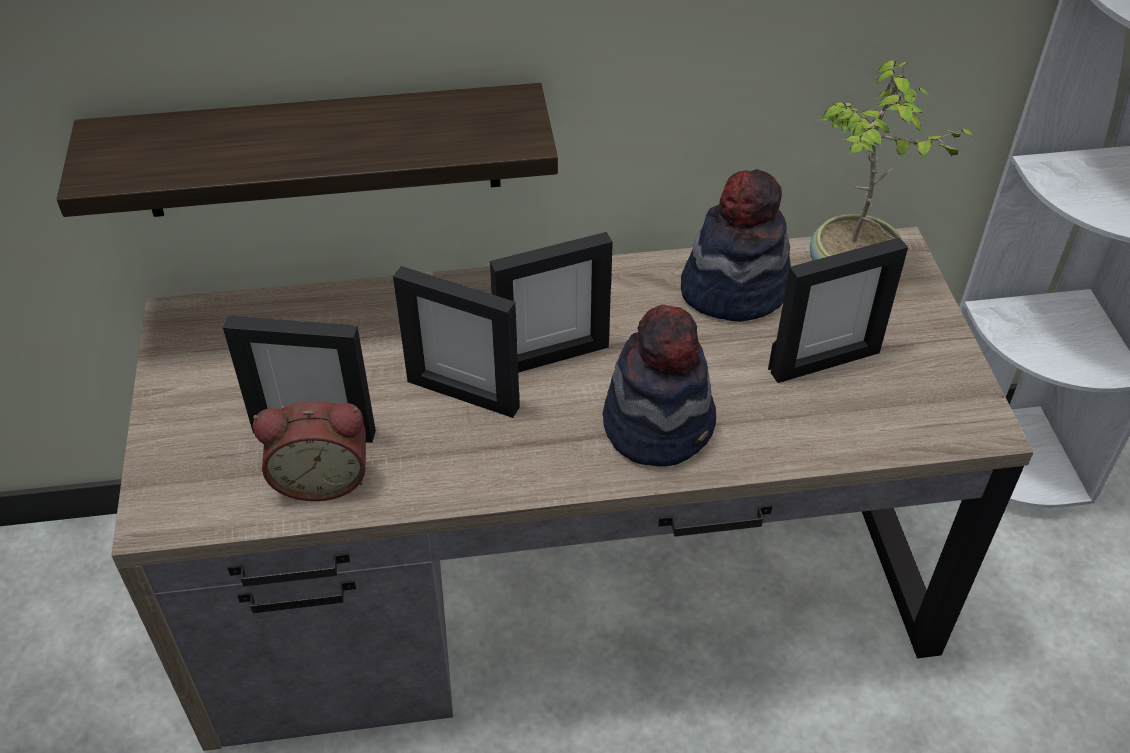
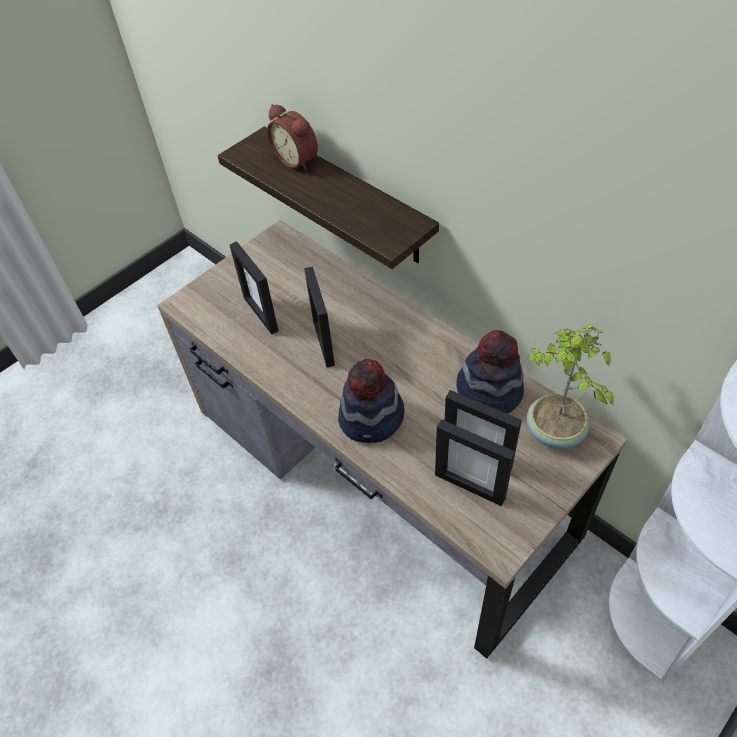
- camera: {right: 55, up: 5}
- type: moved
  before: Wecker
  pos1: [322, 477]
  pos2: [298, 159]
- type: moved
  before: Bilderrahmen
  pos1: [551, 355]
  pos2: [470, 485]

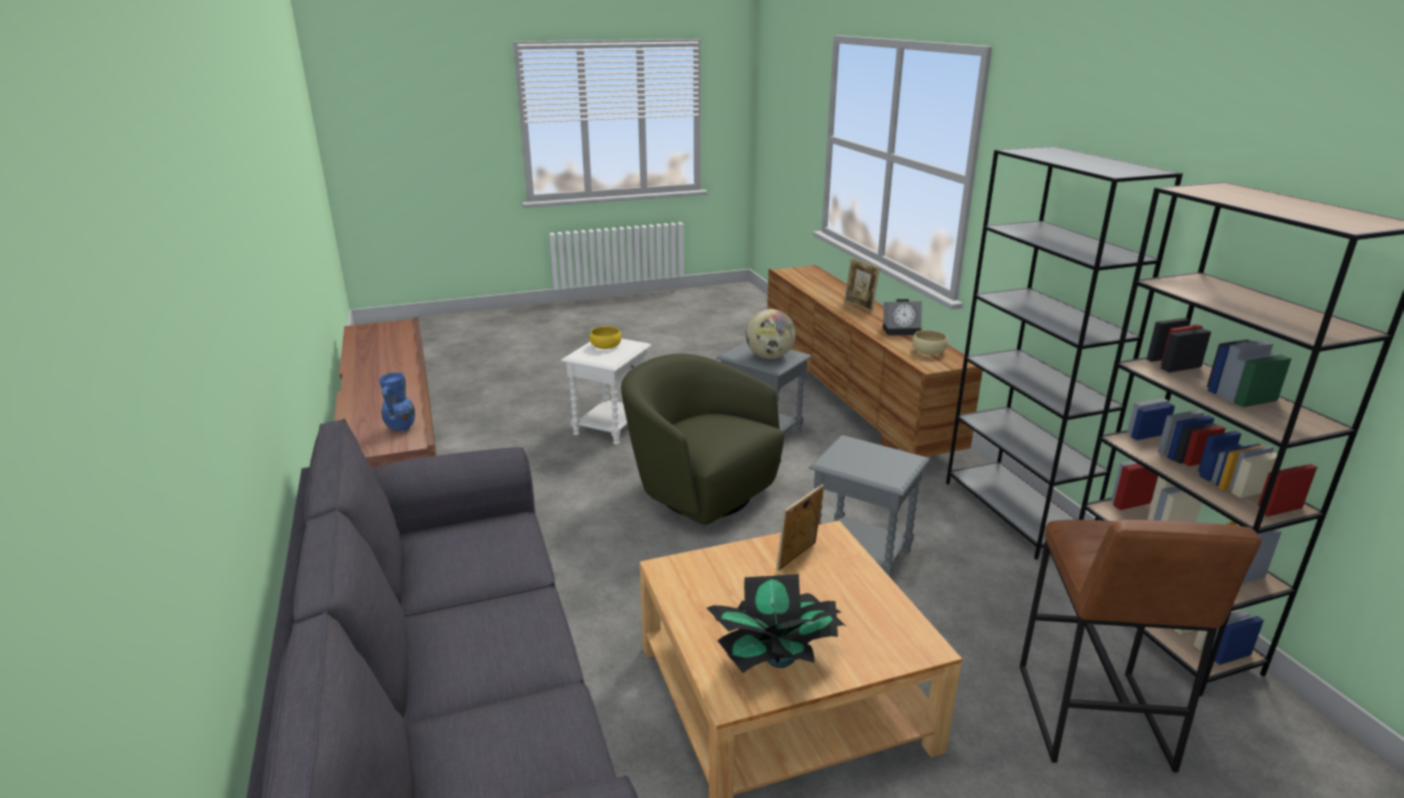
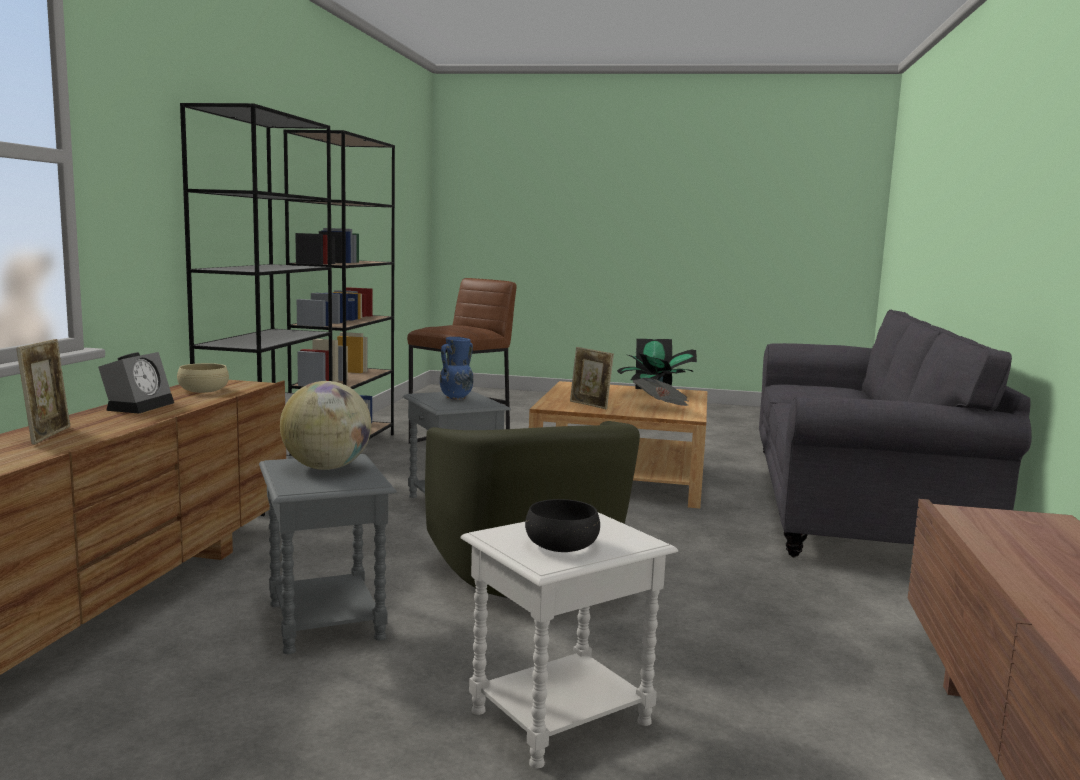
- camera: {right: -150, up: -15}
- type: turned
  before: Wecker
  pos1: [902, 330]
  pos2: [139, 406]
  turn: 75
- type: moved
  before: Vase (blau)
  pos1: [400, 429]
  pos2: [456, 398]
- type: recoloured
  before: Schüssel (gelb)
  after: Schüssel (schwarz)
  pos1: [606, 346]
  pos2: [561, 545]
- type: turned
  before: Bilderrahmen
  pos1: [798, 558]
  pos2: [590, 405]
  turn: 60
- type: added
  after: Zeitung
  pos2: [662, 408]

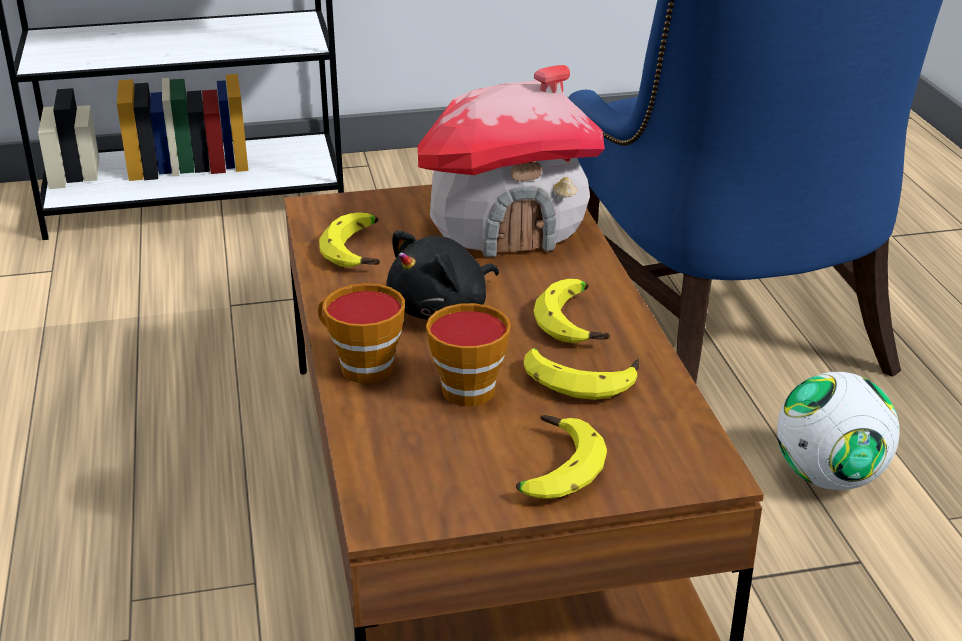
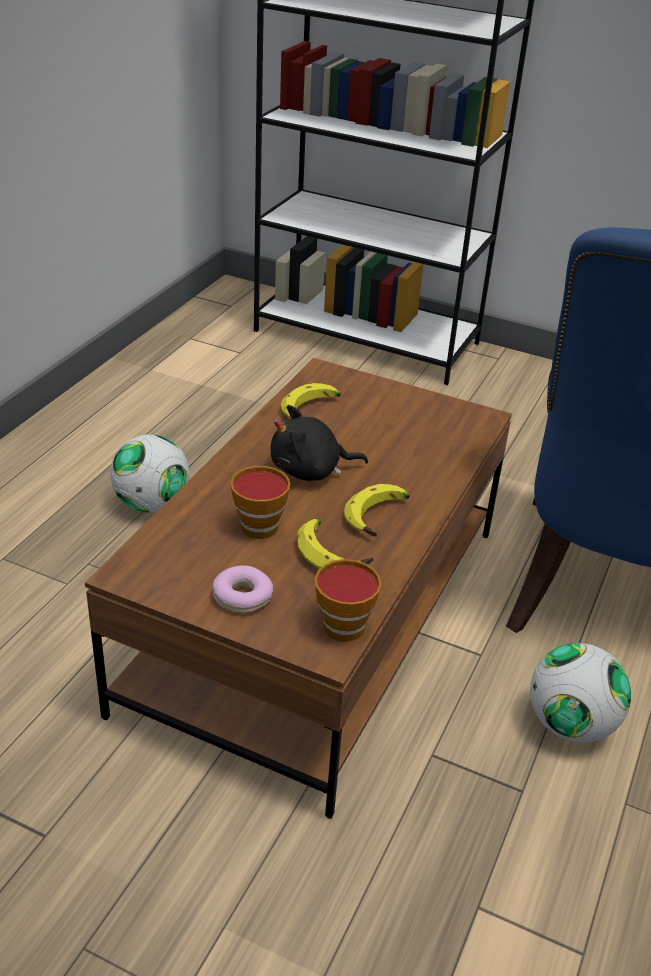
- camera: {right: 35, up: 5}
- type: added
  after: Fußball
  pos2: [152, 504]
- type: replaced
  before: Banane
  after: Donut
  pos1: [551, 468]
  pos2: [242, 597]
- type: moved
  before: Tasse
  pos1: [360, 367]
  pos2: [340, 622]
- type: removed
  before: Spielzeughaus
  pos1: [508, 225]

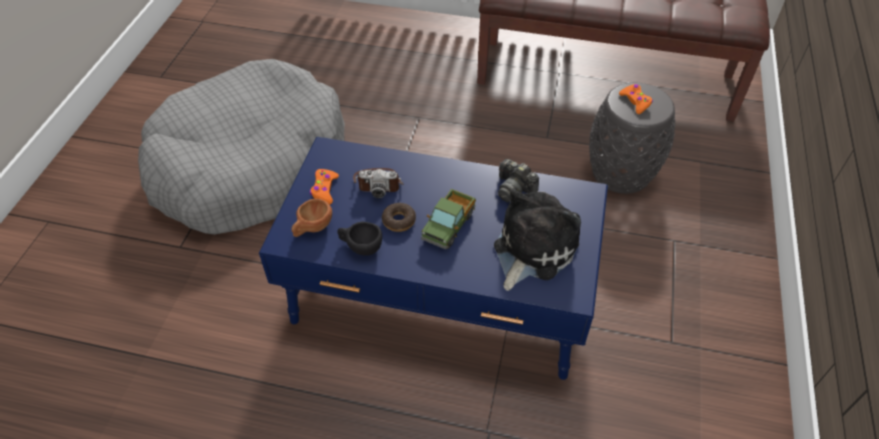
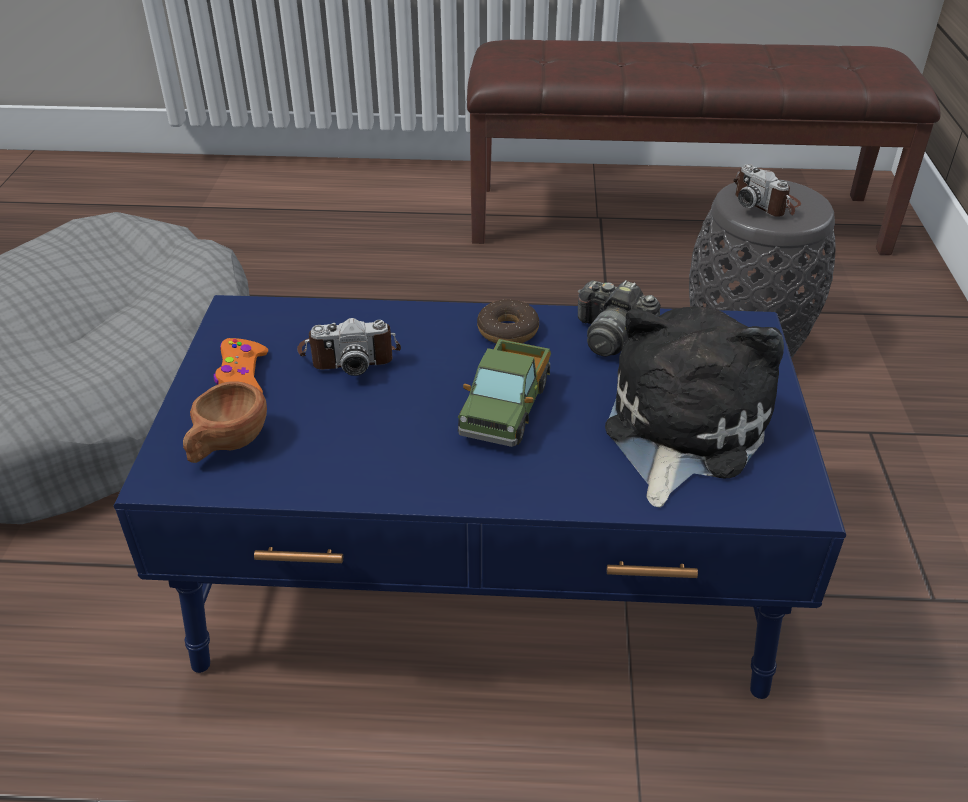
- camera: {right: -10, up: -10}
- type: moved
  before: Donut
  pos1: [399, 221]
  pos2: [508, 331]
- type: replaced
  before: Gamepad (orange)
  after: Kamera
  pos1: [635, 102]
  pos2: [766, 202]
- type: removed
  before: Tasse (schwarz)
  pos1: [360, 247]

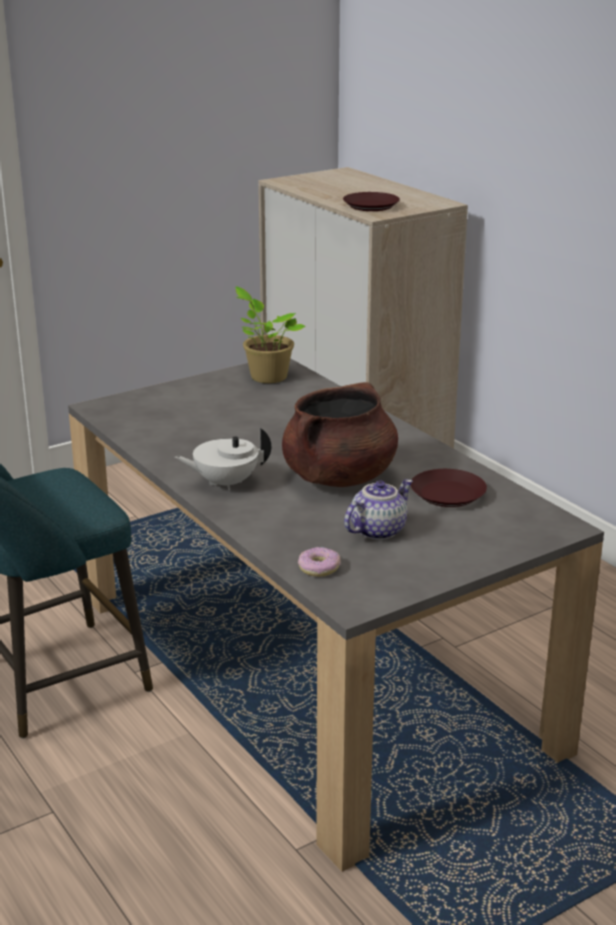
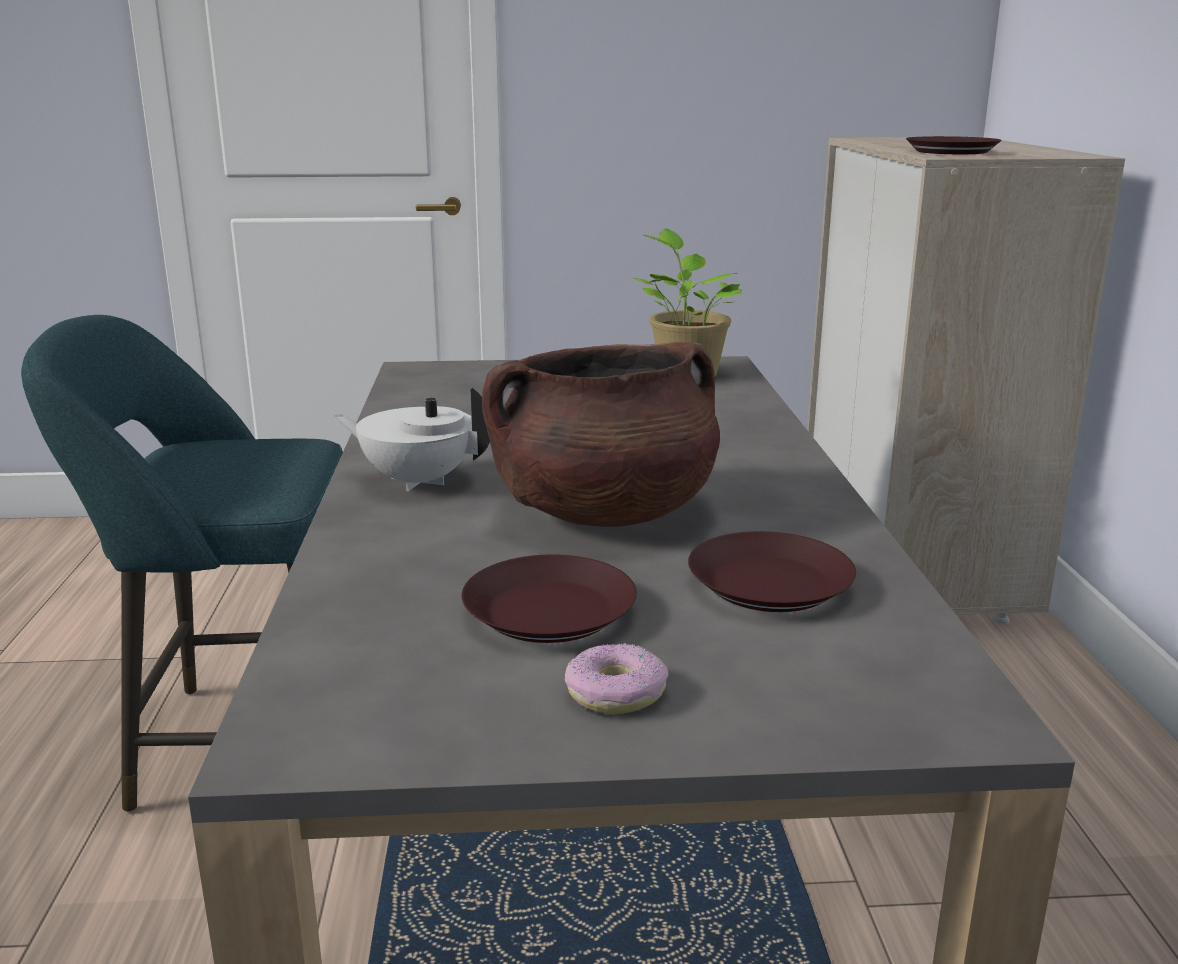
- camera: {right: 30, up: -5}
- type: replaced
  before: Teekanne
  after: Teller (braun)
  pos1: [377, 530]
  pos2: [547, 612]
- type: moved
  before: Donut
  pos1: [318, 568]
  pos2: [615, 692]

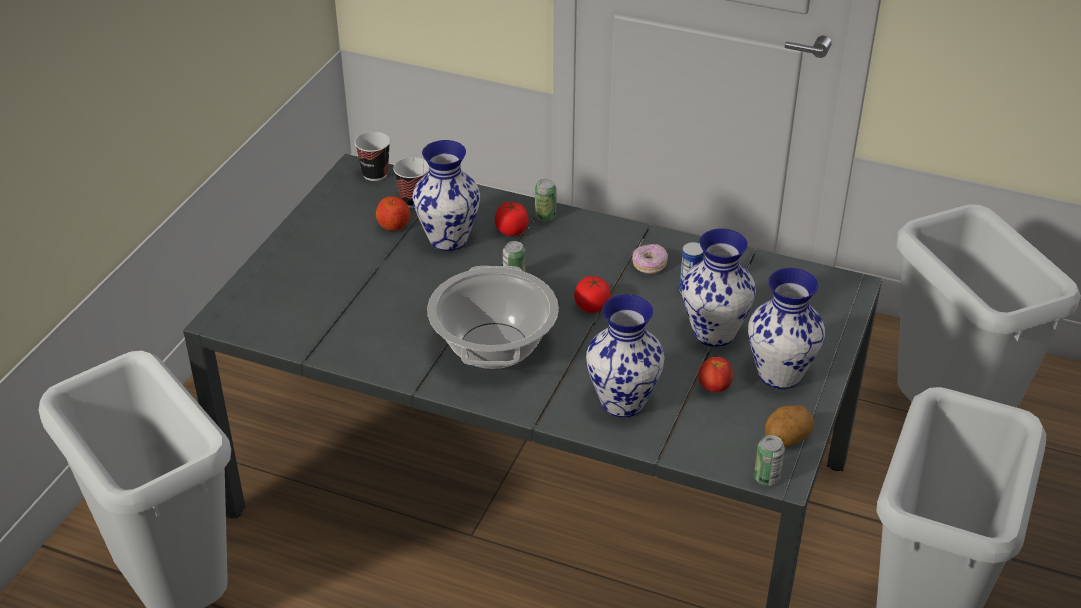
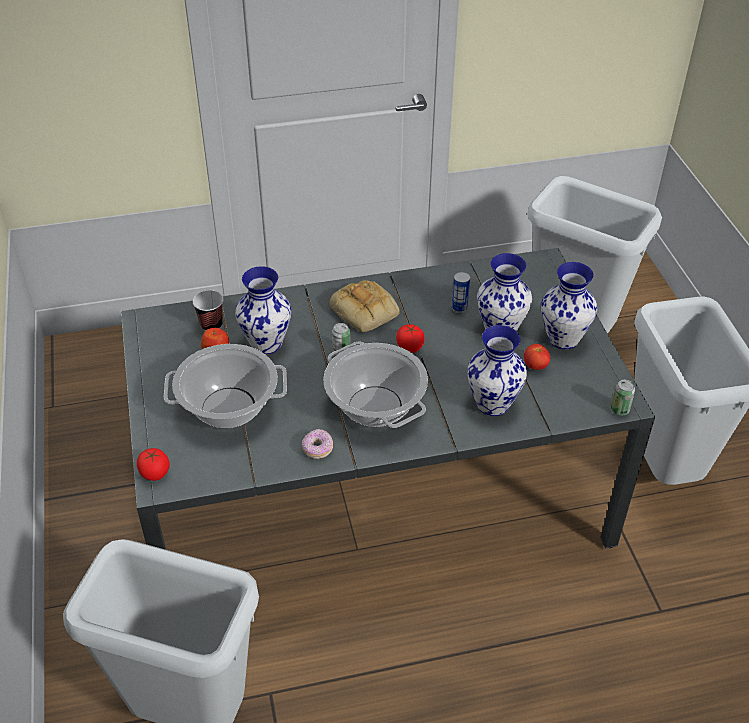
- camera: {right: -35, up: 5}
- type: moved
  before: Tomate
  pos1: [511, 230]
  pos2: [155, 473]
- type: added
  after: Kochtopf
  pos2: [229, 407]
- type: moved
  before: Donut
  pos1: [649, 265]
  pos2: [317, 449]
- type: added
  after: Brot
  pos2: [366, 311]
- type: removed
  before: Tasse
  pos1: [375, 174]
- type: removed
  before: Dose
  pos1: [545, 216]
- type: removed
  before: Kartoffel
  pos1: [786, 439]

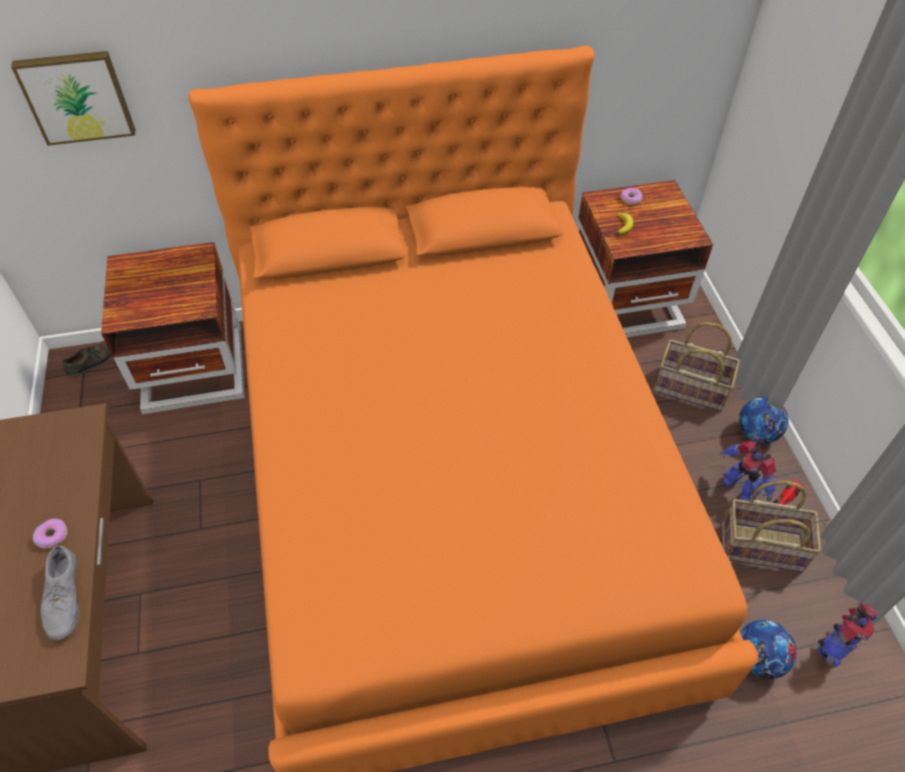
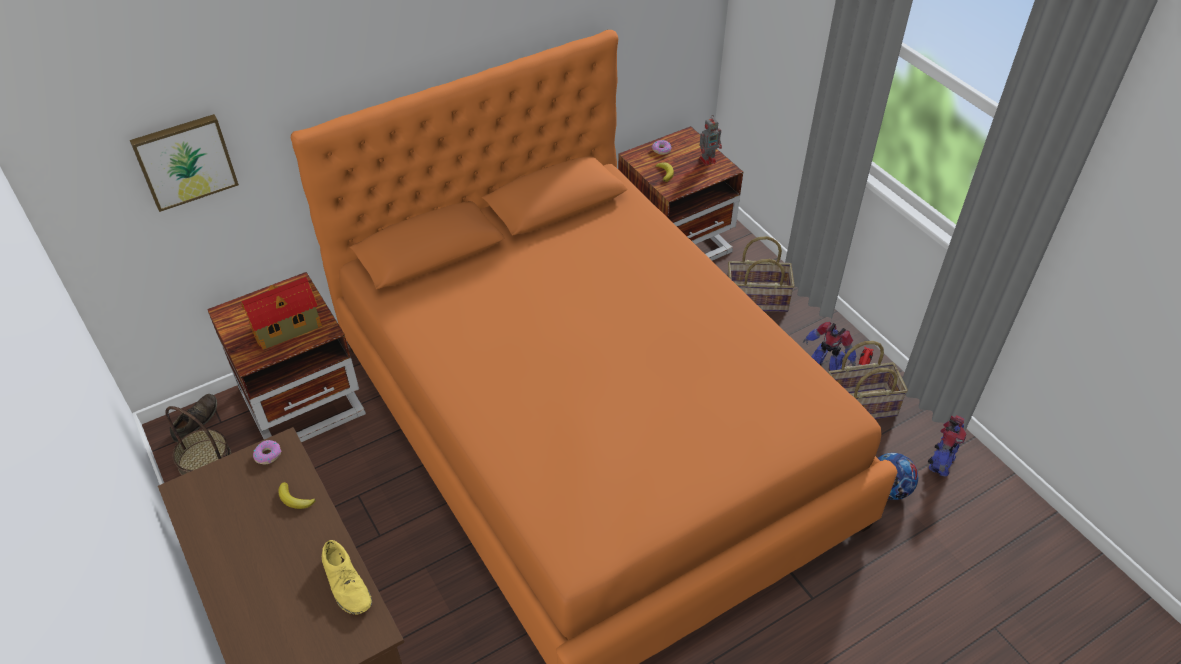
- camera: {right: -20, up: -5}
- type: added
  after: Korb
  pos2: [205, 460]
- type: added
  after: Spielzeughaus
  pos2: [289, 328]
- type: moved
  before: Donut
  pos1: [52, 536]
  pos2: [267, 455]
- type: added
  after: Banane
  pos2: [295, 499]
- type: recoloured
  before: Schuh (grau)
  after: Schuh (gelb)
  pos1: [64, 598]
  pos2: [347, 583]
- type: added
  after: Spielzeugroboter
  pos2: [708, 160]
- type: removed
  before: Fußball
  pos1: [756, 433]

